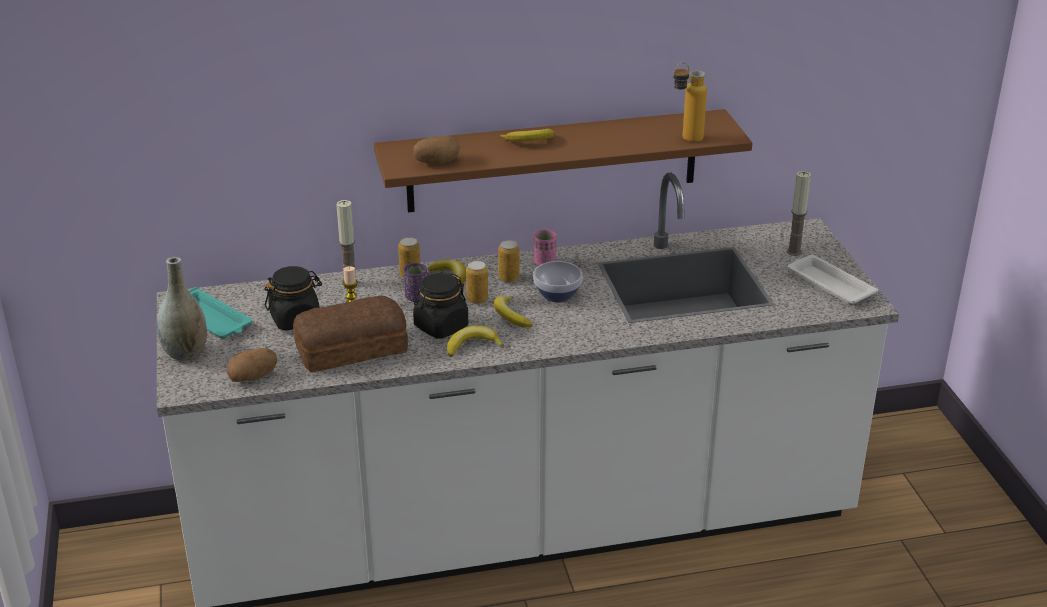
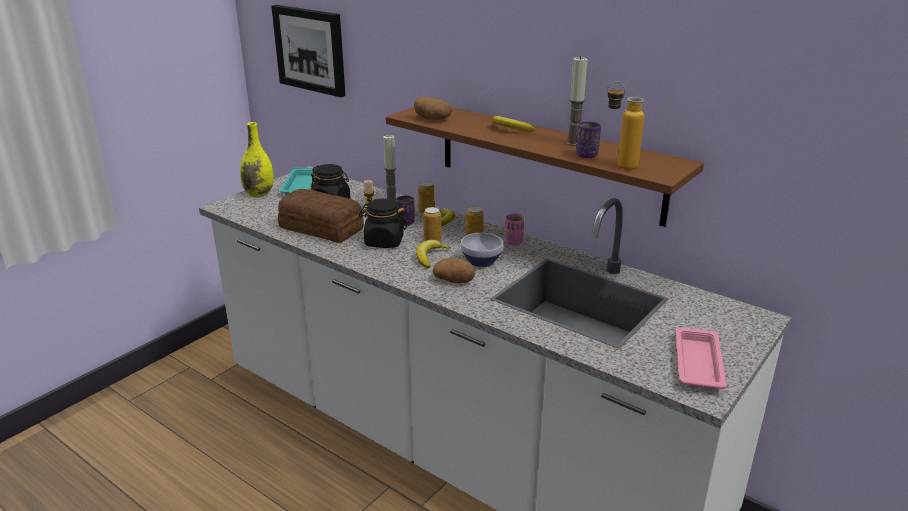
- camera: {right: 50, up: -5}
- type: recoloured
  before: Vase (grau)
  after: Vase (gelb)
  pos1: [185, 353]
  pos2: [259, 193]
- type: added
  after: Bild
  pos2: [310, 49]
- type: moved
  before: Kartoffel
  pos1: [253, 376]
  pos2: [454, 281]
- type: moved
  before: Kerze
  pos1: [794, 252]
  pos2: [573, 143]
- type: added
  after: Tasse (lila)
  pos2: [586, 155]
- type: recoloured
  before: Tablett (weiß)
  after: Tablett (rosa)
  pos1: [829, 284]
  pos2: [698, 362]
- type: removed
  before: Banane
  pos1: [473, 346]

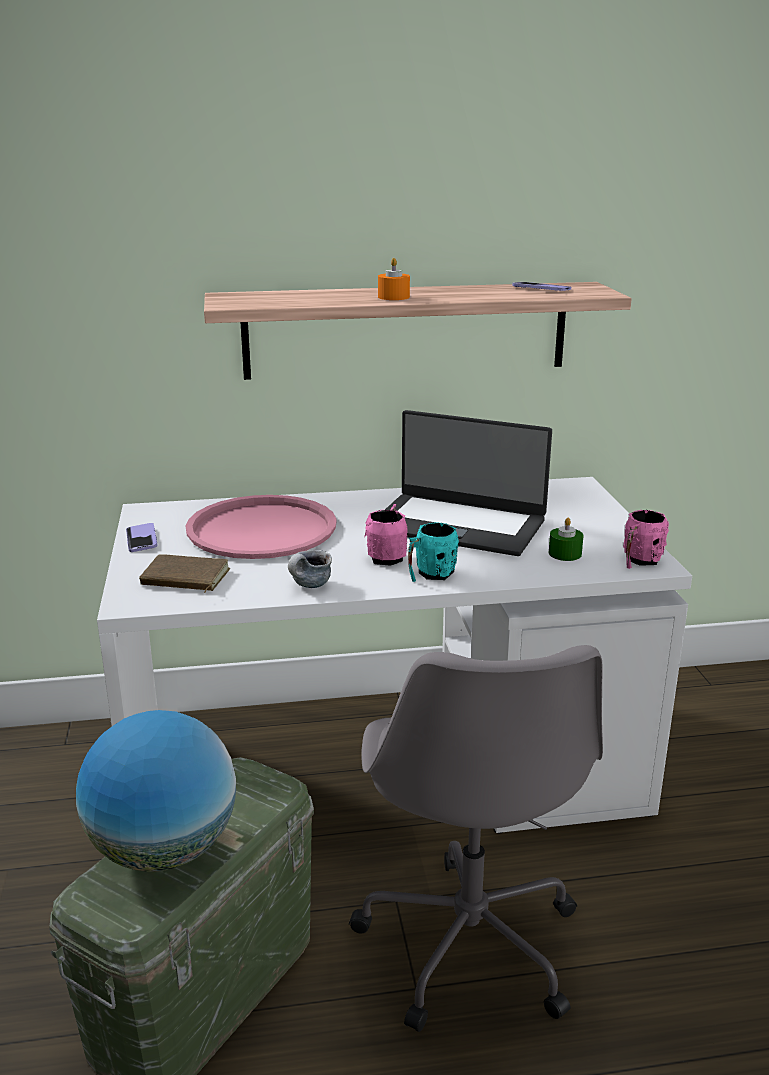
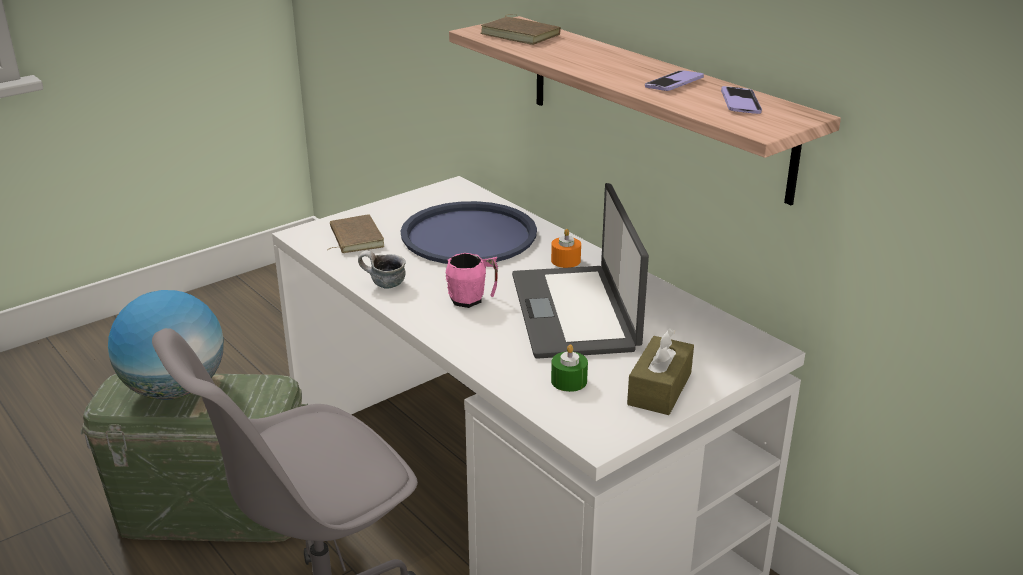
- camera: {right: 60, up: 5}
- type: recoloured
  before: Tablett (rosa)
  after: Tablett (blau)
  pos1: [262, 529]
  pos2: [469, 235]
- type: added
  after: Buch (braun)
  pos2: [522, 34]
- type: moved
  before: Kerze (orange)
  pos1: [393, 297]
  pos2: [565, 260]
- type: added
  after: Taschentuchbox (braun)
  pos2: [659, 389]
- type: moved
  before: Handy
  pos1: [141, 539]
  pos2: [674, 83]
- type: removed
  before: Henkelbecher (türkis)
  pos1: [430, 574]
- type: removed
  before: Henkelbecher (rosa)
  pos1: [639, 561]

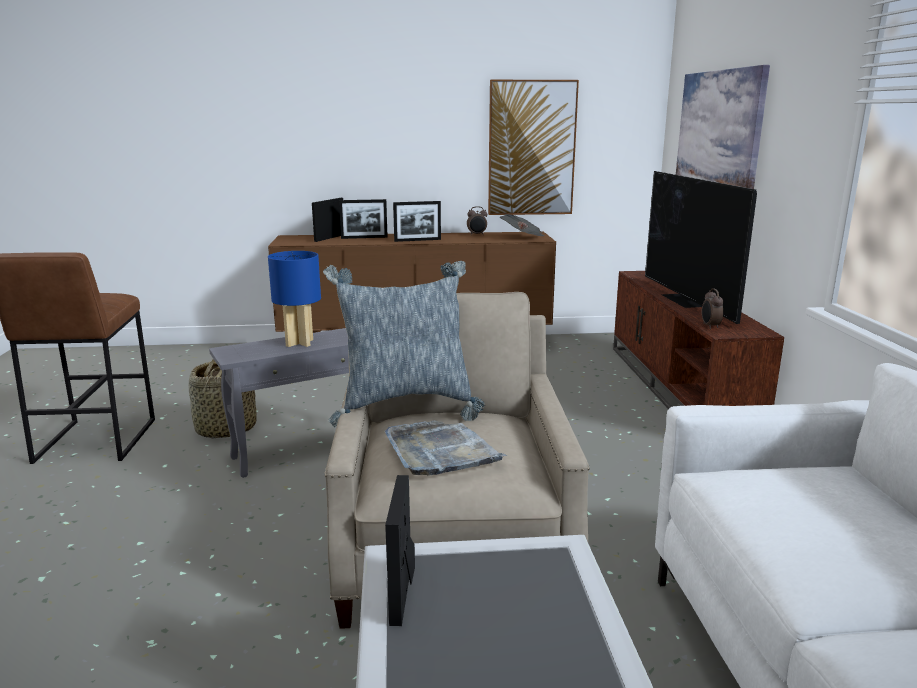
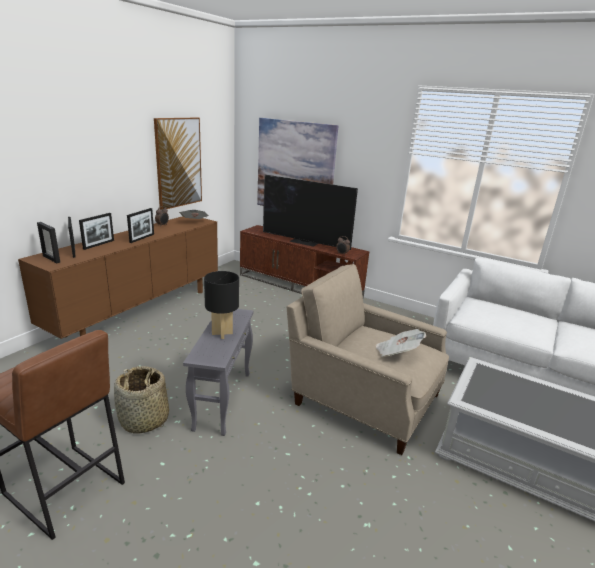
- camera: {right: -55, up: 5}
- type: moved
  before: Bilderrahmen
  pos1: [402, 594]
  pos2: [52, 259]
- type: recoloured
  before: Tischlampe (blau)
  after: Tischlampe (schwarz)
  pos1: [300, 342]
  pos2: [222, 333]
- type: replaced
  before: Tablett (grau)
  after: Zeitung
  pos1: [441, 451]
  pos2: [397, 353]
- type: removed
  before: Kissen
  pos1: [404, 415]

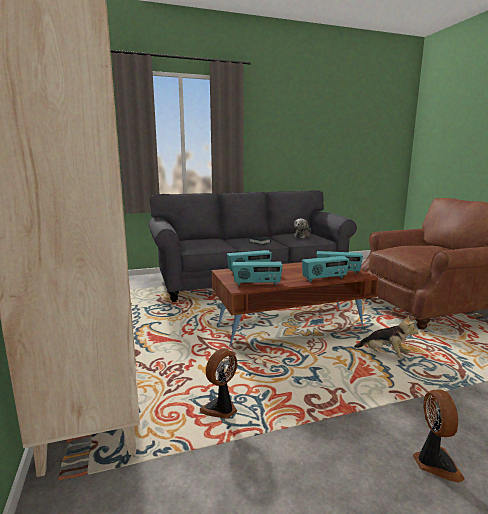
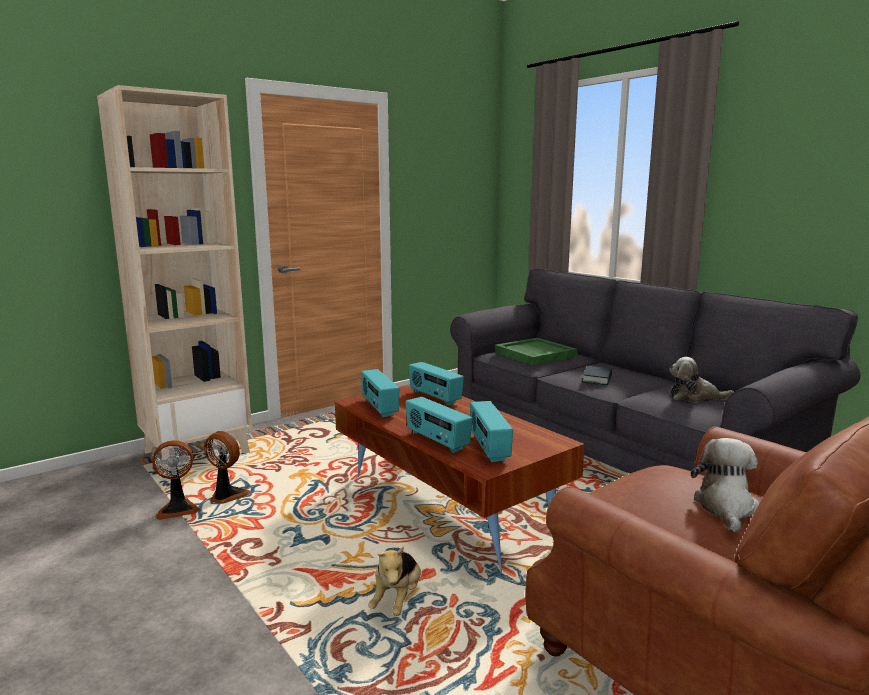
- camera: {right: 70, up: 0}
- type: moved
  before: Ventilator
  pos1: [434, 463]
  pos2: [178, 509]
- type: added
  after: Tablett (grün)
  pos2: [534, 354]
- type: added
  after: Plüschtier
  pos2: [725, 507]

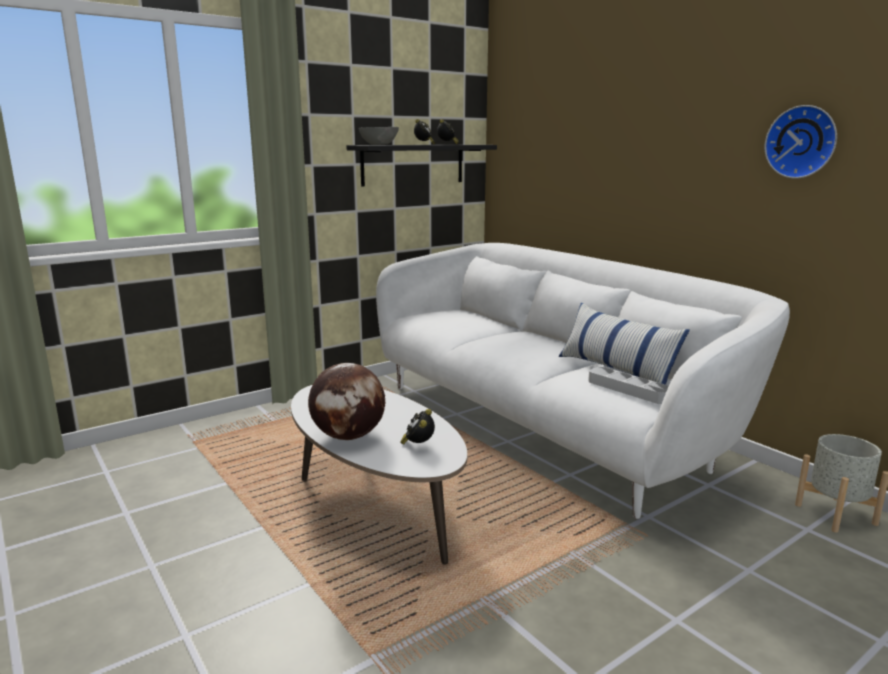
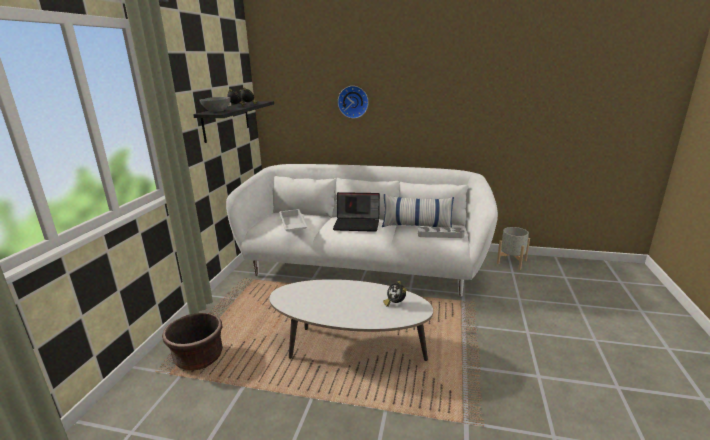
- camera: {right: -40, up: 5}
- type: added
  after: Pflanzkübel (braun)
  pos2: [198, 358]
- type: added
  after: Tablett (weiß)
  pos2: [292, 225]
- type: added
  after: Laptop
  pos2: [357, 224]
- type: moved
  before: Wanduhr
  pos1: [802, 142]
  pos2: [353, 102]
- type: removed
  before: Globus
  pos1: [349, 436]

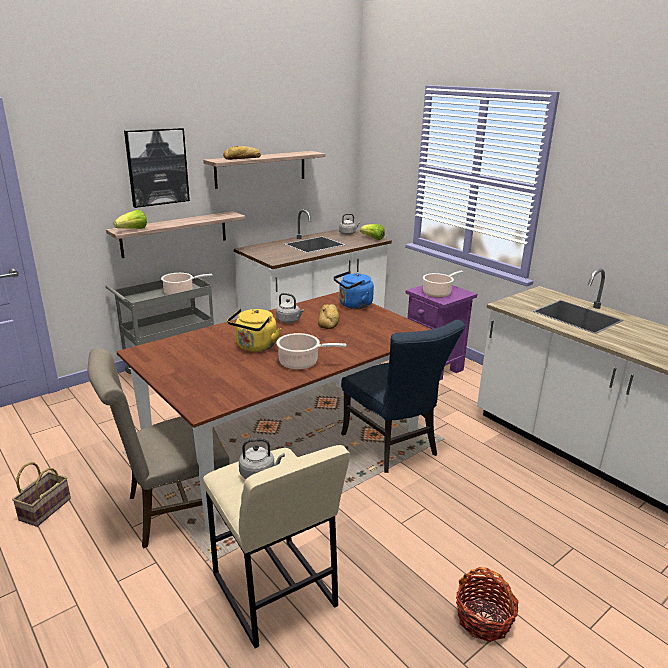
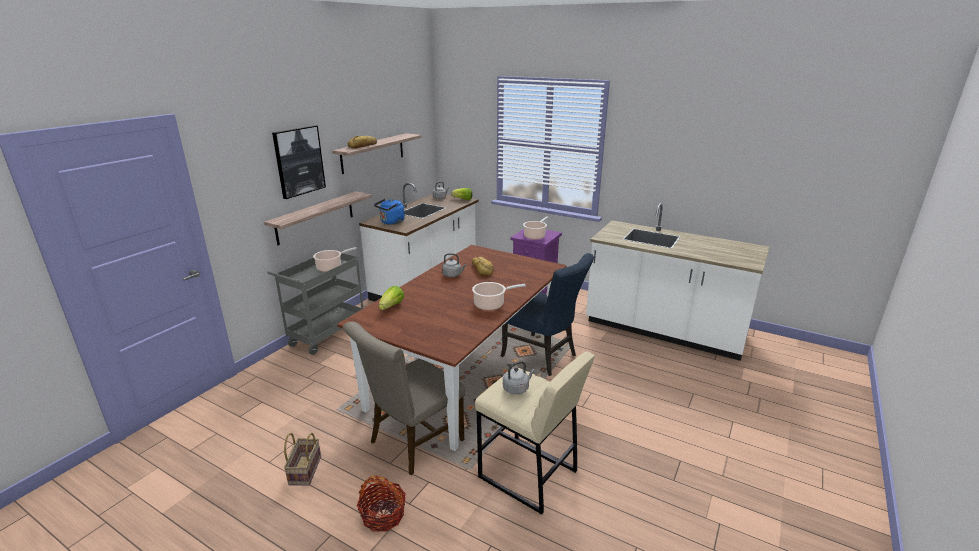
- camera: {right: -20, up: 0}
- type: moved
  before: Korb
  pos1: [483, 619]
  pos2: [383, 515]
- type: moved
  before: Wasserkessel (blau)
  pos1: [353, 305]
  pos2: [391, 222]
- type: moved
  before: Salatkopf
  pos1: [133, 230]
  pos2: [392, 306]
- type: removed
  before: Wasserkessel (gelb)
  pos1: [255, 347]

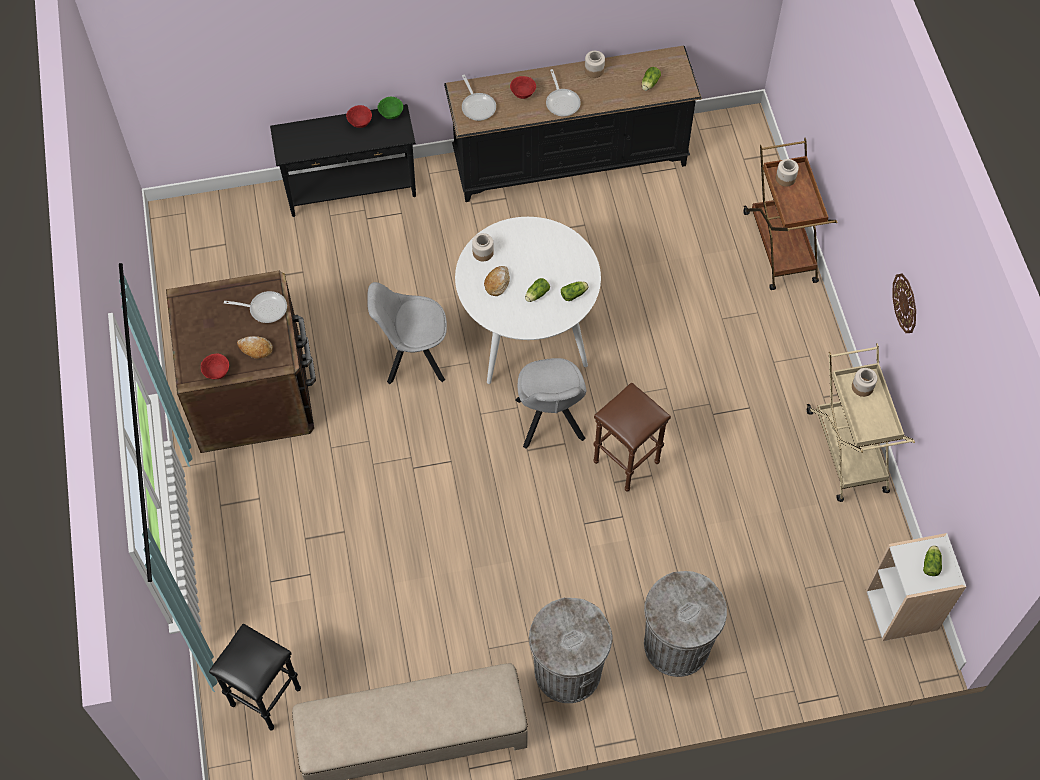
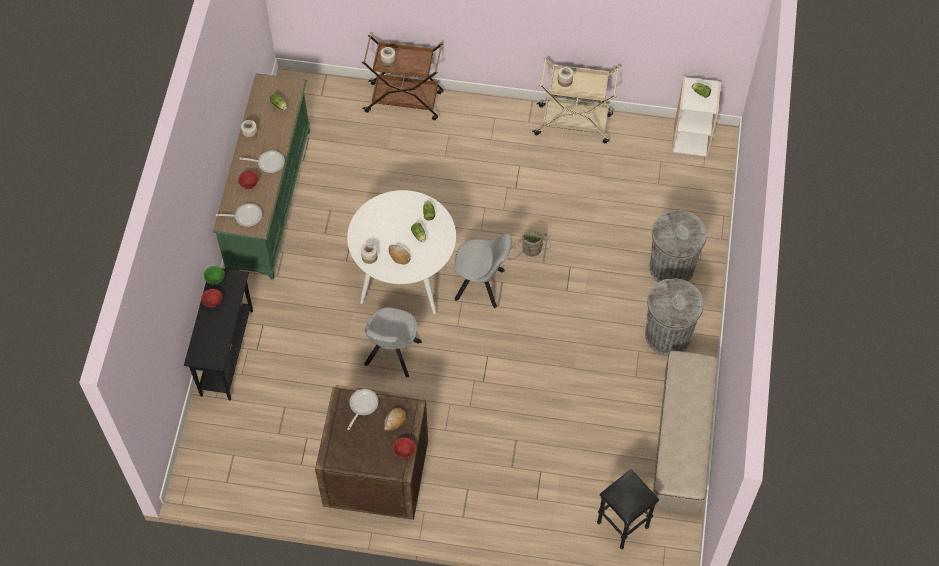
- camera: {right: -70, up: 0}
- type: recoloured
  before: Schrank (schwarz)
  after: Schrank (grün)
  pos1: [570, 161]
  pos2: [270, 200]
- type: replaced
  before: Hocker (braun)
  after: Korb
  pos1: [624, 462]
  pos2: [530, 251]
- type: removed
  before: Wanduhr
  pos1: [905, 303]

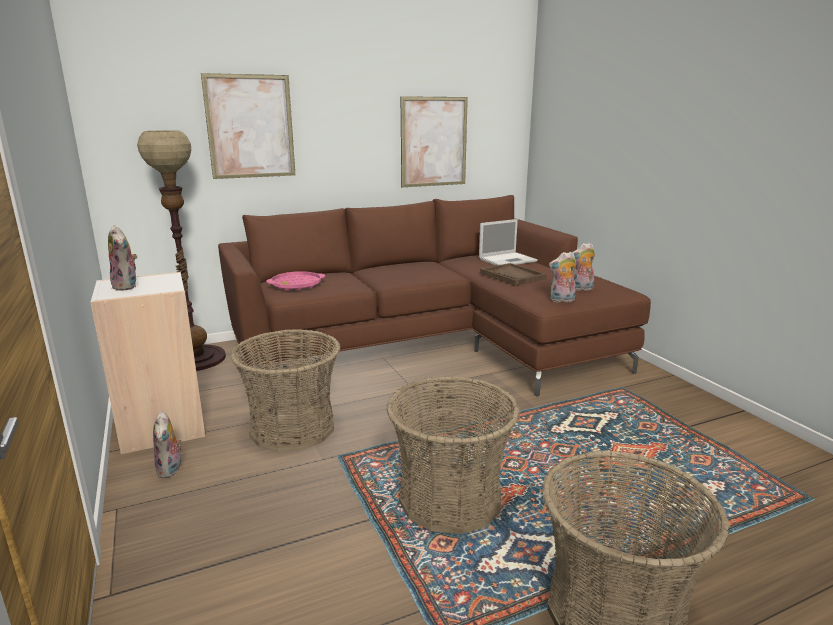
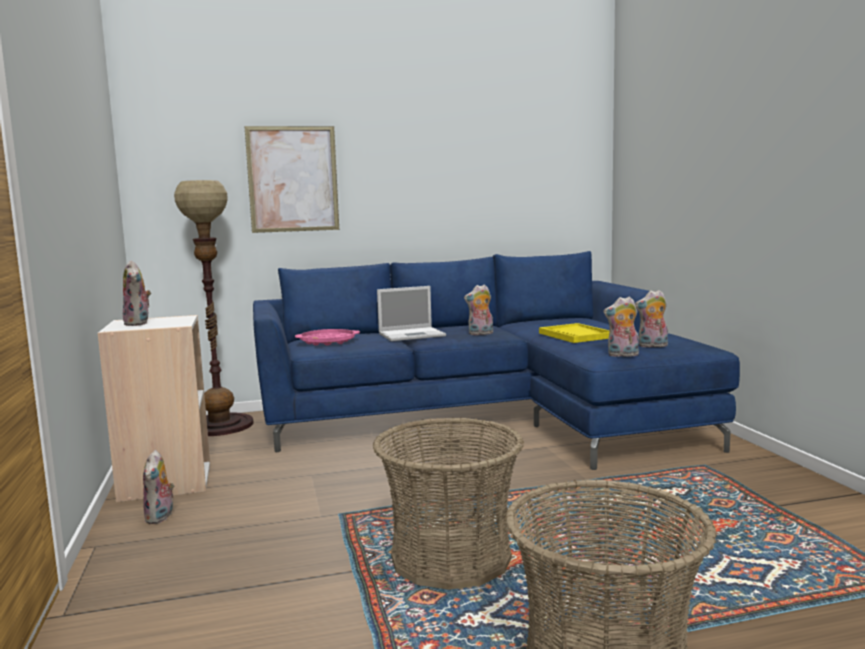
- camera: {right: 10, up: -10}
- type: recoloured
  before: Sofa (braun)
  after: Sofa (blau)
  pos1: [436, 342]
  pos2: [492, 417]
- type: moved
  before: Laptop
  pos1: [508, 260]
  pos2: [413, 334]
- type: added
  after: Plüschtier
  pos2: [480, 334]
- type: recoloured
  before: Tablett (braun)
  after: Tablett (gelb)
  pos1: [512, 276]
  pos2: [576, 335]
- type: removed
  before: Korb
  pos1: [292, 428]
- type: removed
  before: Bild
  pos1: [434, 142]

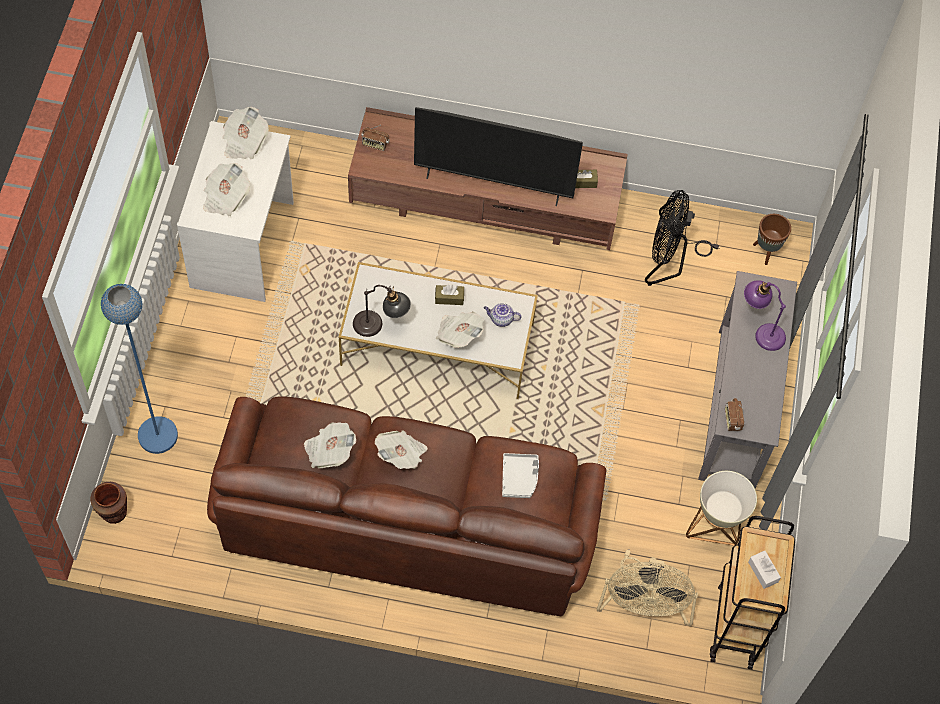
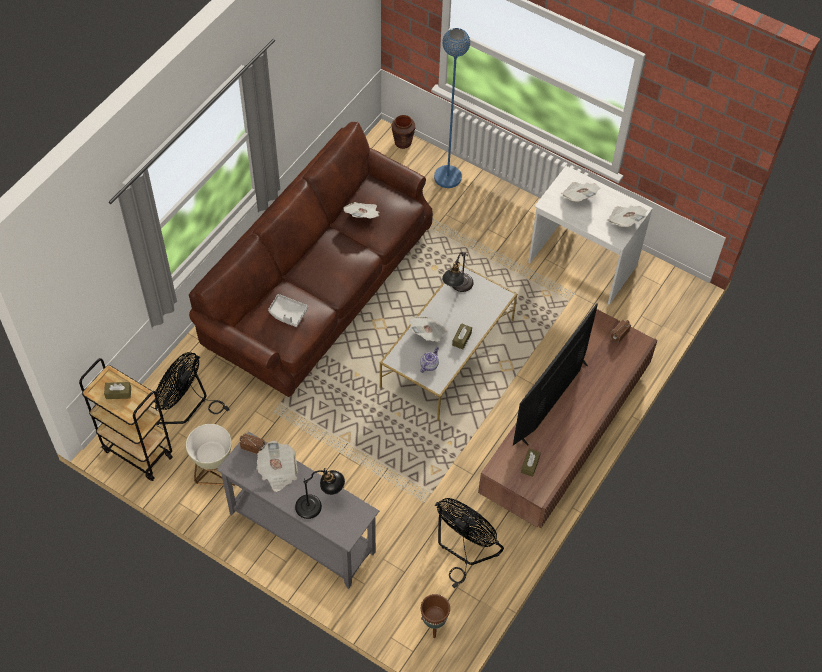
- camera: {right: 115, up: -5}
- type: recoloured
  before: Taschentuchbox (weiß)
  after: Taschentuchbox (braun)
  pos1: [763, 572]
  pos2: [118, 393]
- type: recoloured
  before: Ventilator (beige)
  after: Ventilator (schwarz)
  pos1: [641, 599]
  pos2: [189, 404]
- type: moved
  before: Zeitung
  pos1: [401, 455]
  pos2: [278, 472]
- type: recoloured
  before: Tischlampe (lila)
  after: Tischlampe (schwarz)
  pos1: [760, 328]
  pos2: [319, 503]

